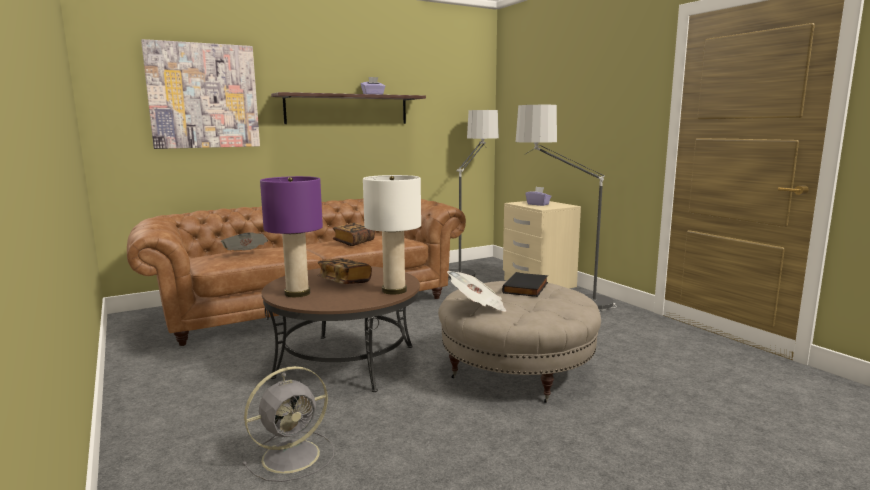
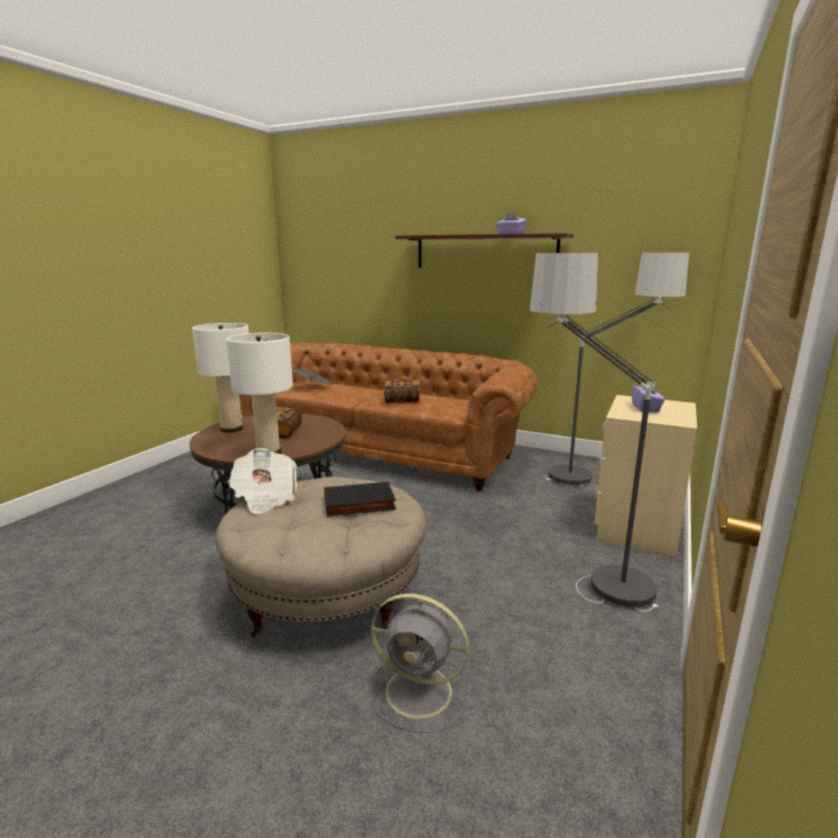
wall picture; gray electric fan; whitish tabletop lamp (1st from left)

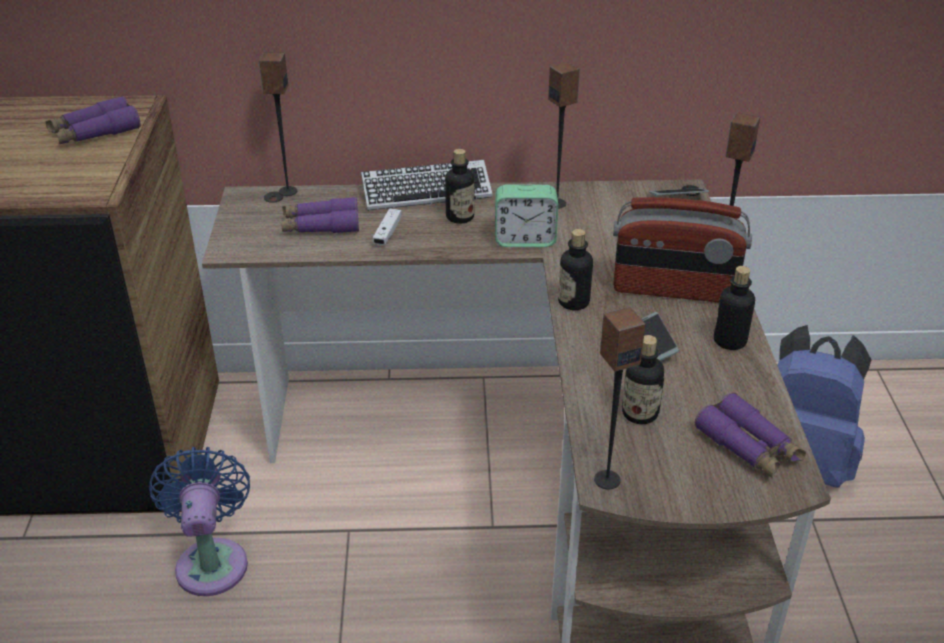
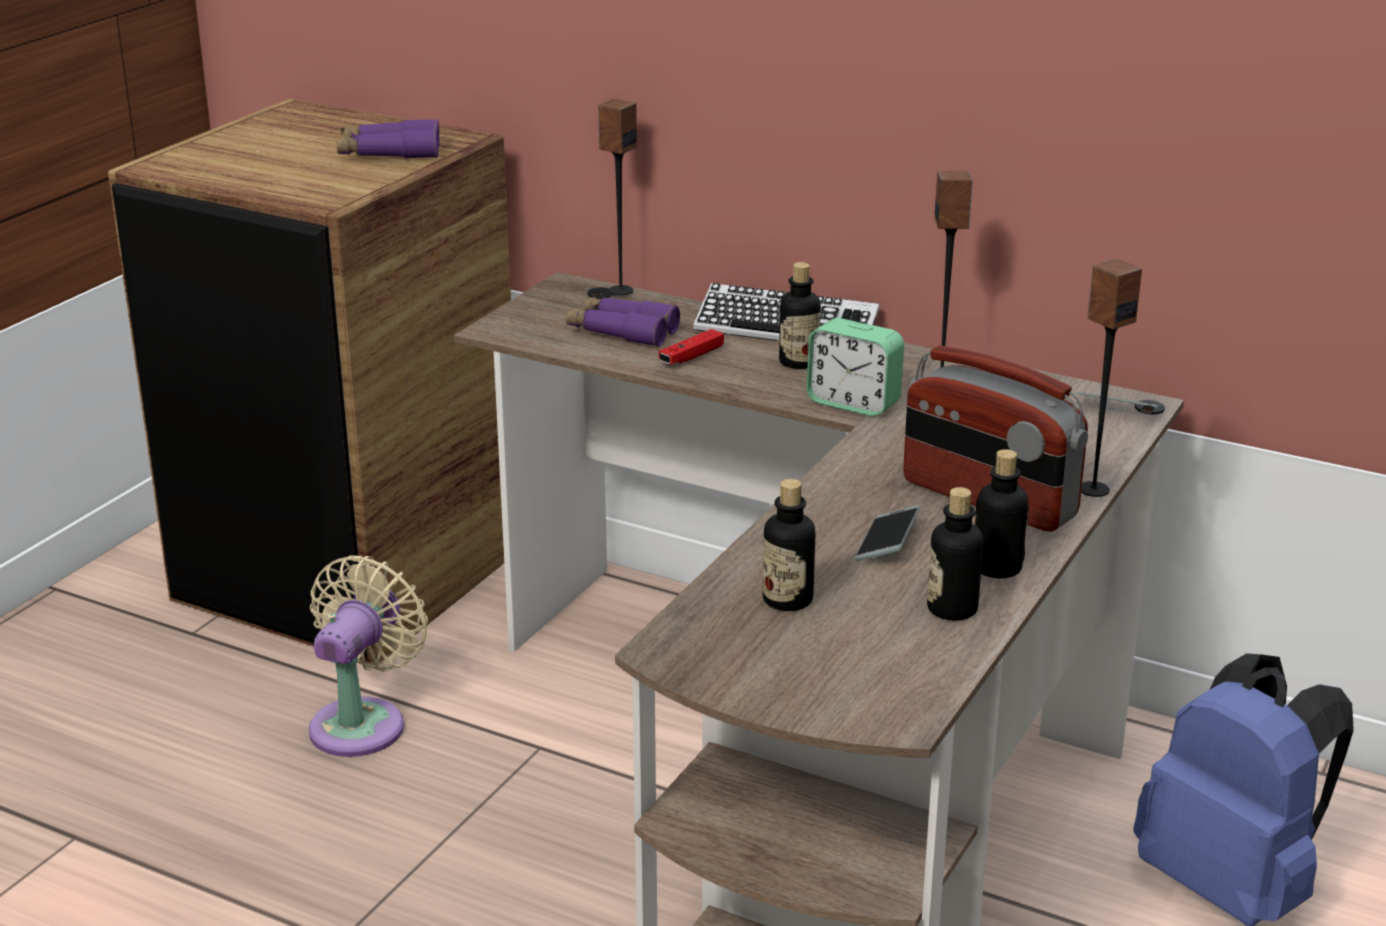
beige electric fan; red-coloured gamepad; bottle (3rd from left); loudspeaker (3rd from left in the first image); purple binoculars (3rd from left in the first image)

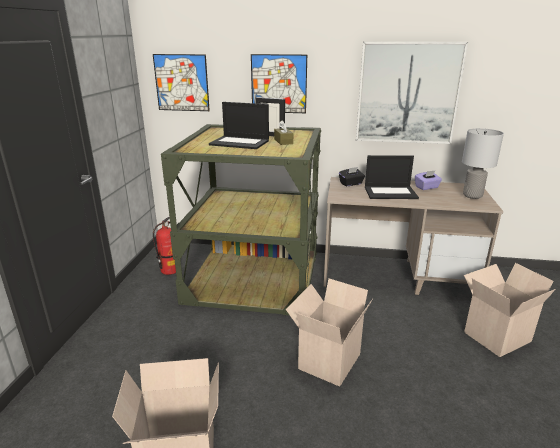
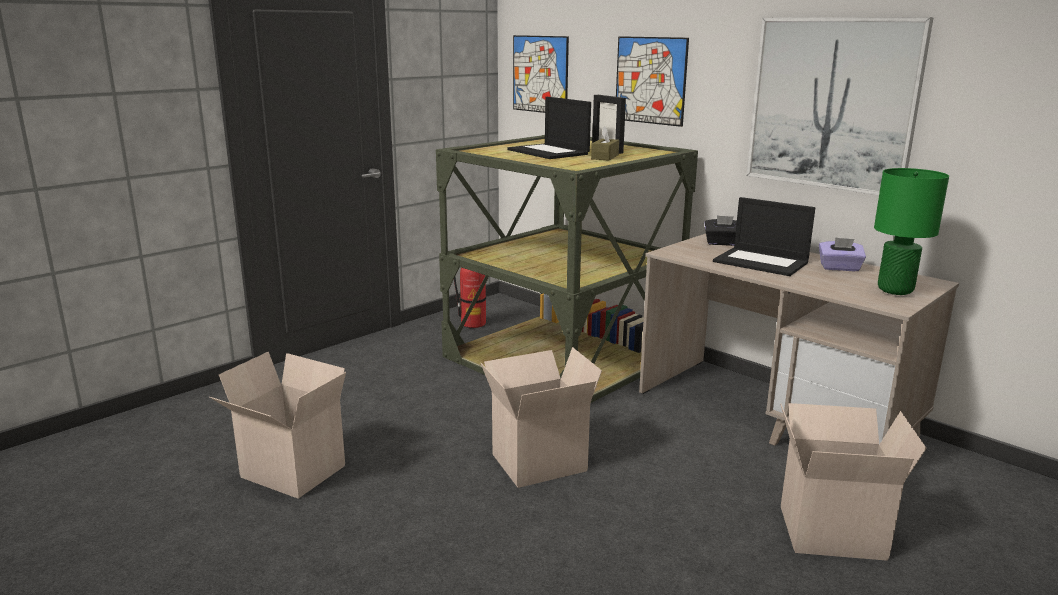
greenish tabletop lamp

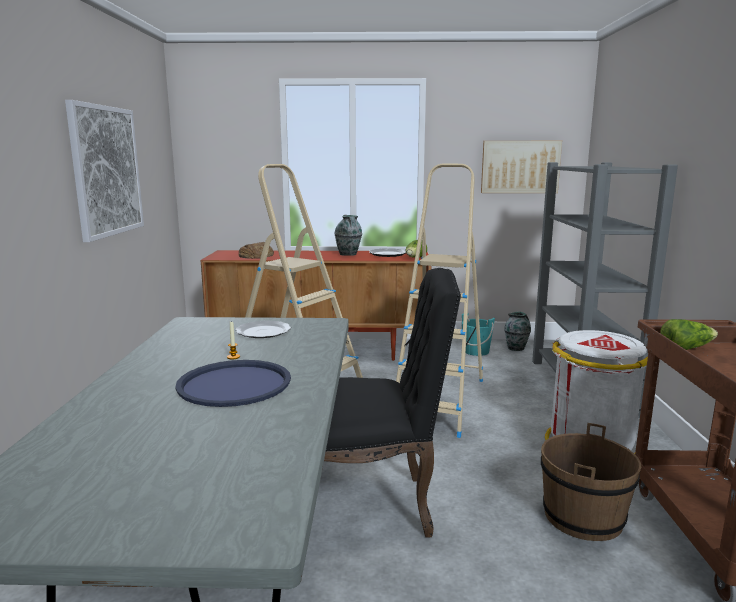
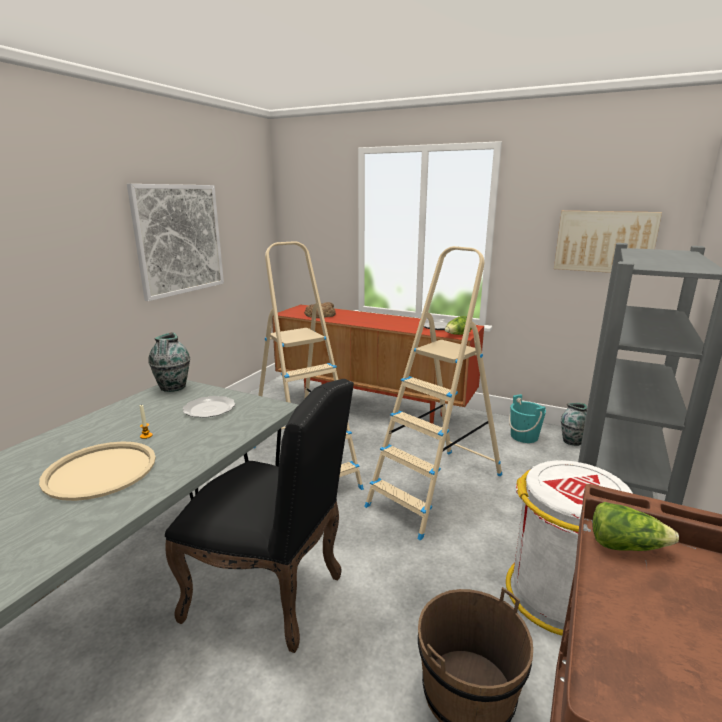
beige carrying tray; vase (1st from left)

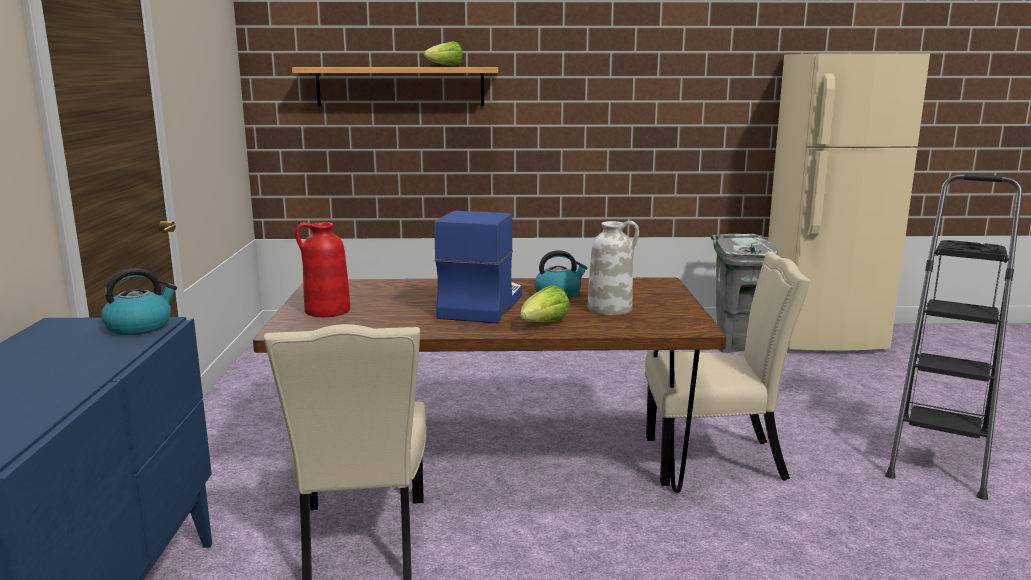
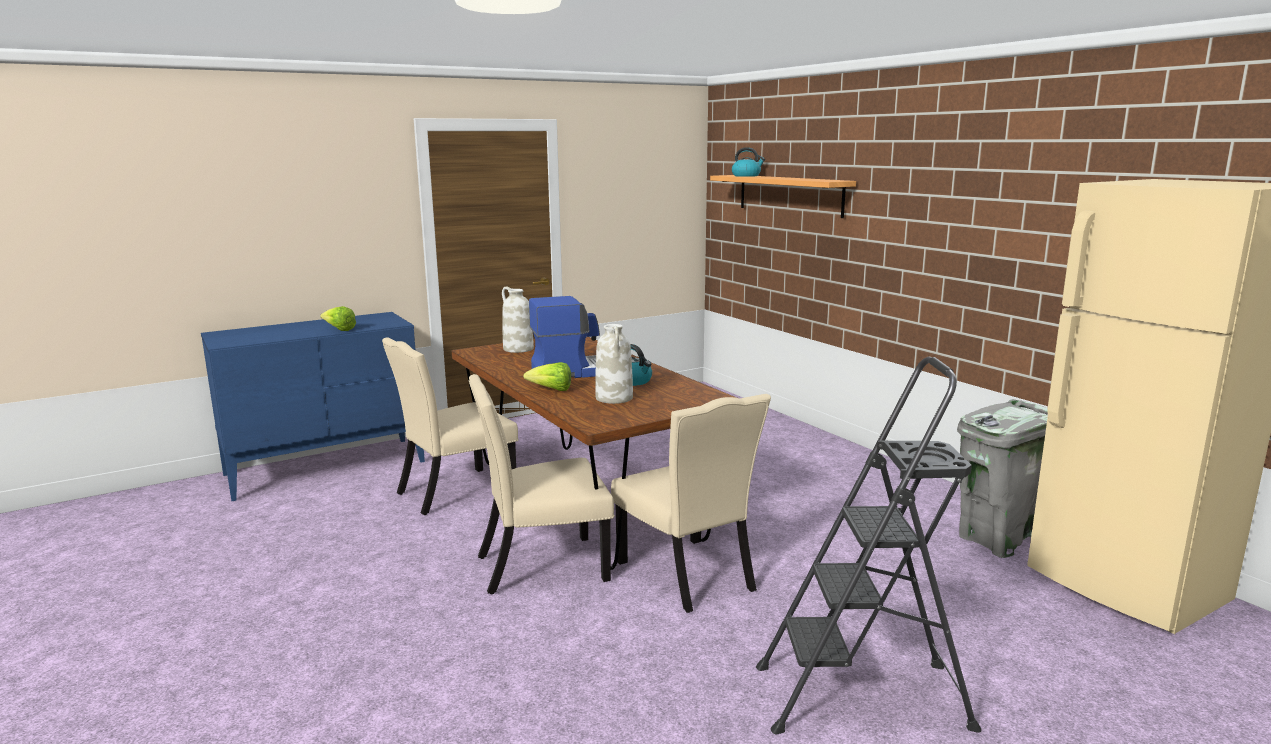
water kettle (2nd from left); whitish vase (1st from left); lettuce head (1st from left); beige plain chair (2nd from left)

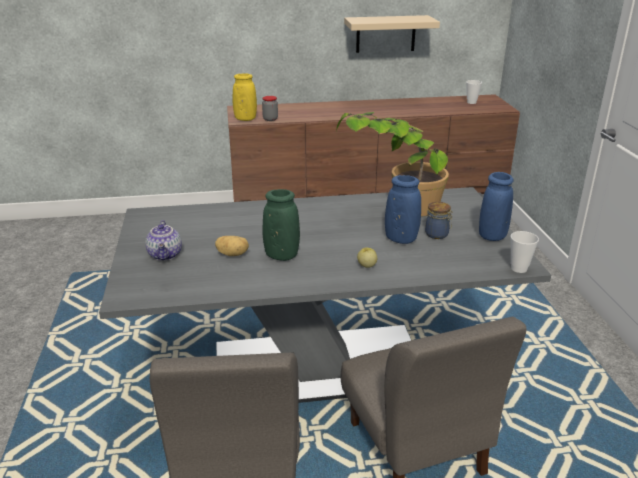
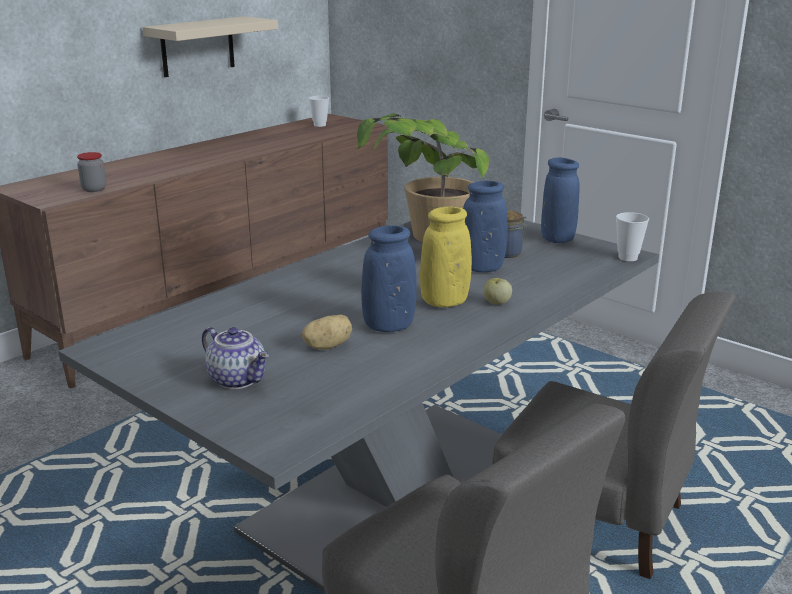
yellow-coloured vase; blue-coloured vase (1st from left)

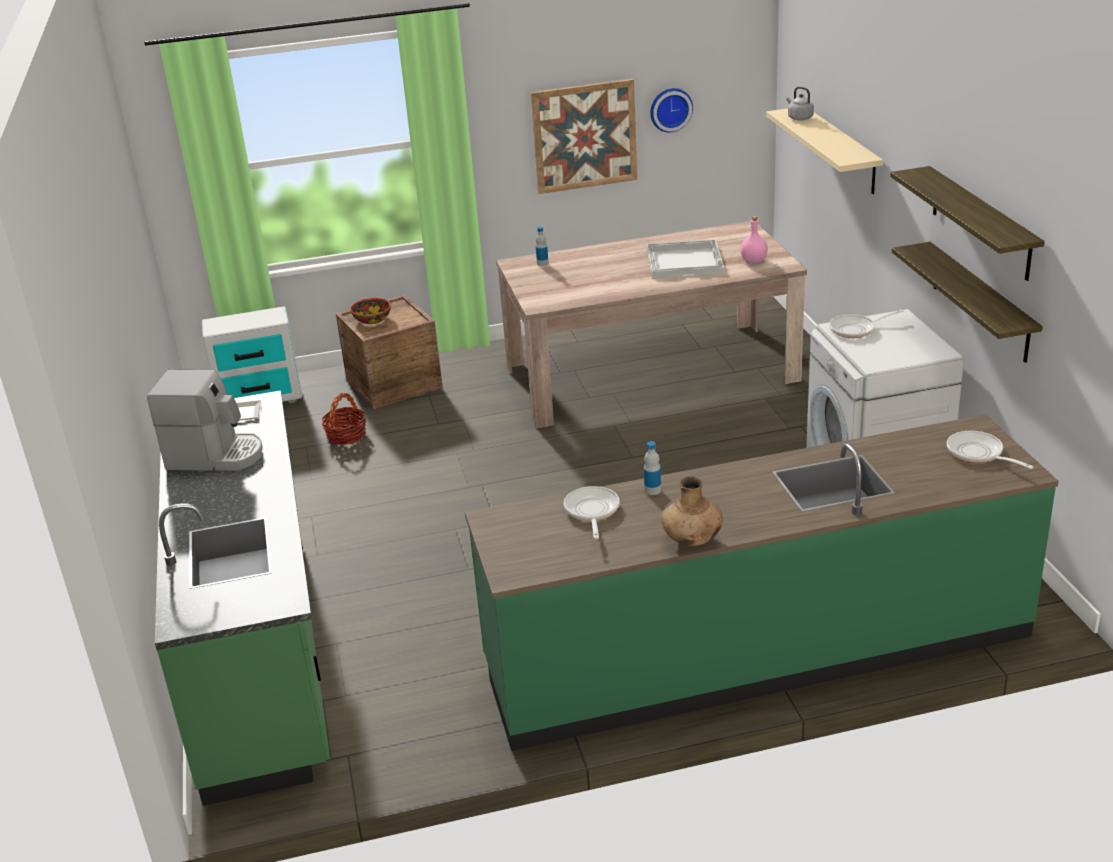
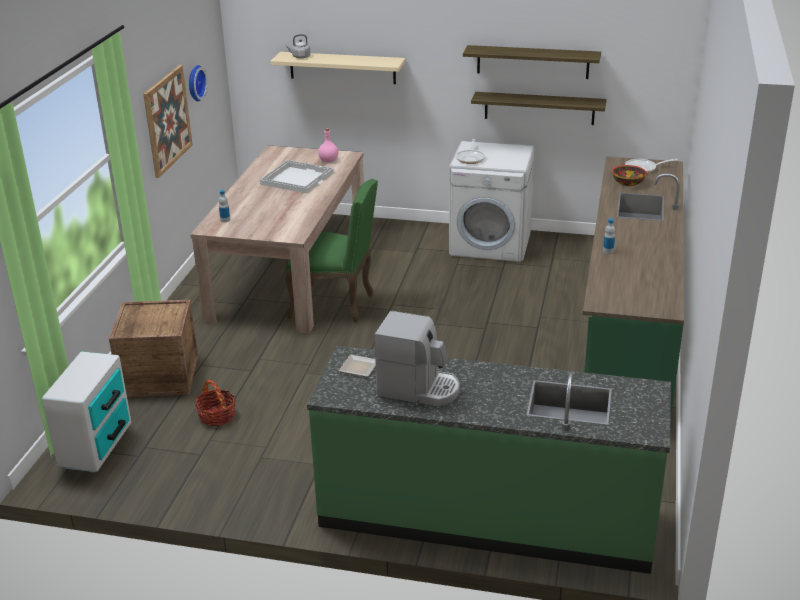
coffee brewer; serving bowl; frying pan (1st from left in the first image); brown-coloured vase; greenish plain chair

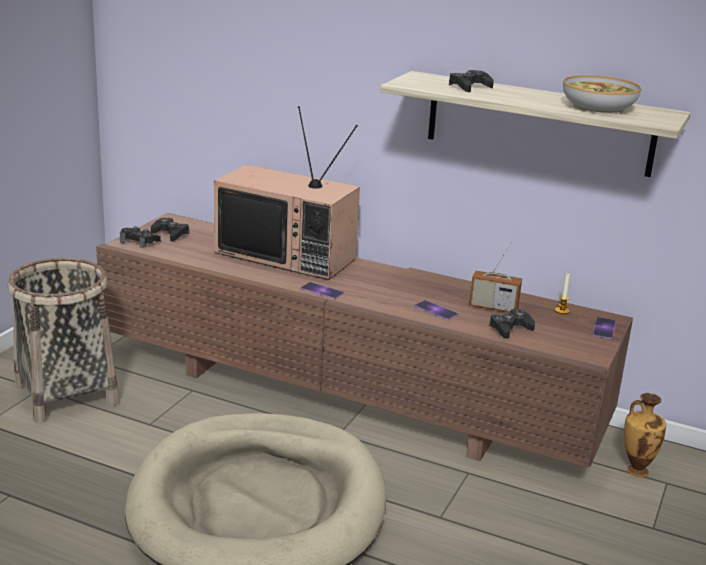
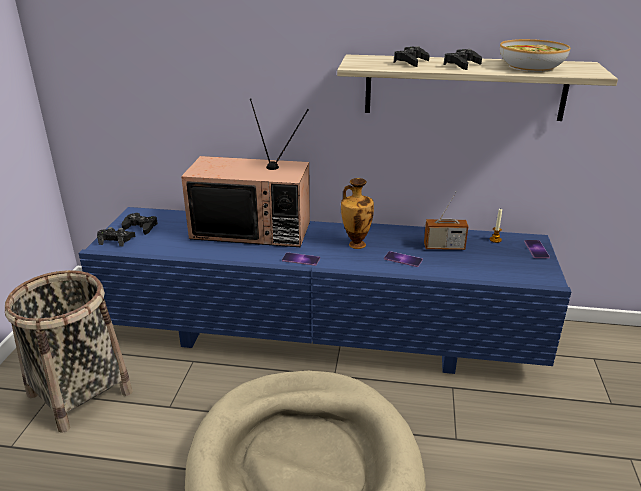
blue-coloured media console; black gamepad (4th from left); vase

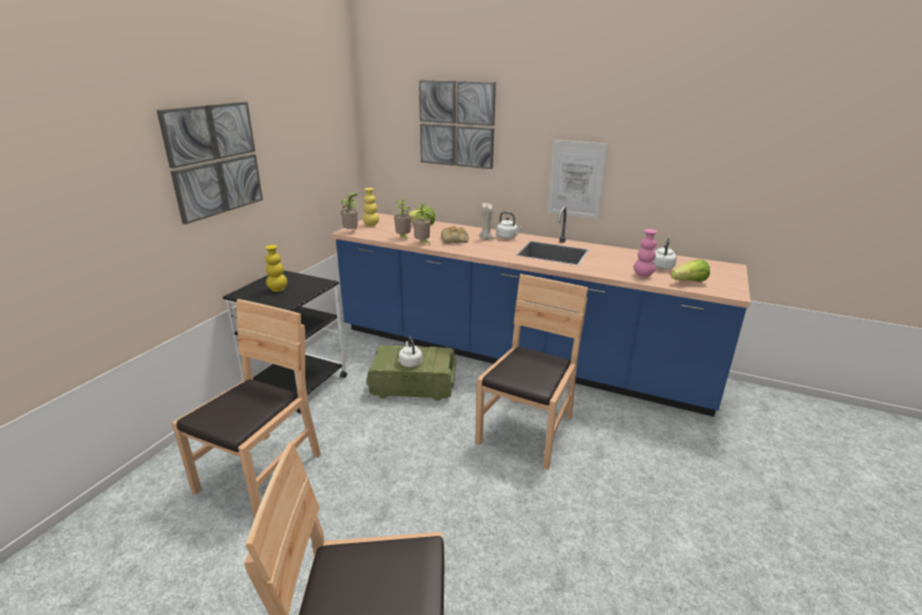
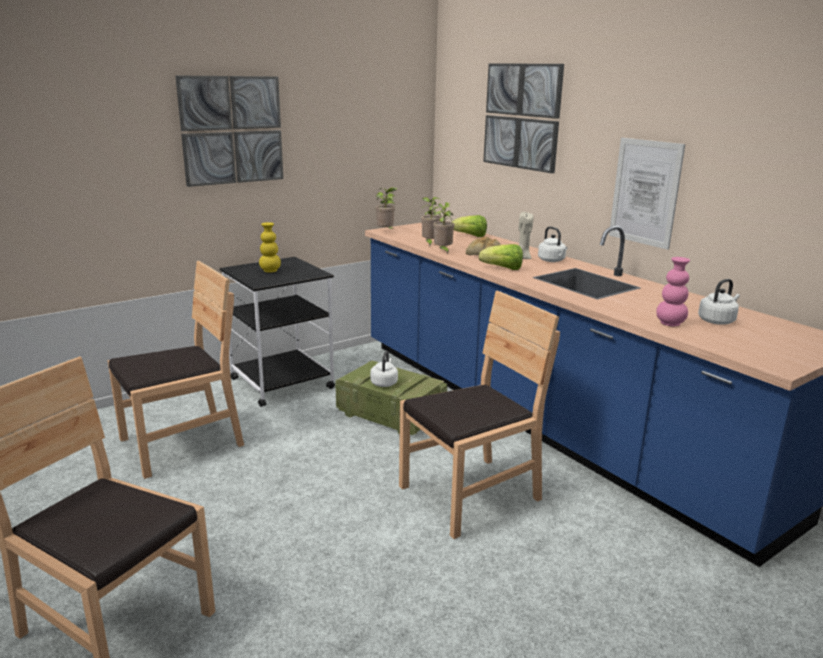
yellow-coloured vase (2nd from left in the first image); lettuce head (2nd from left)

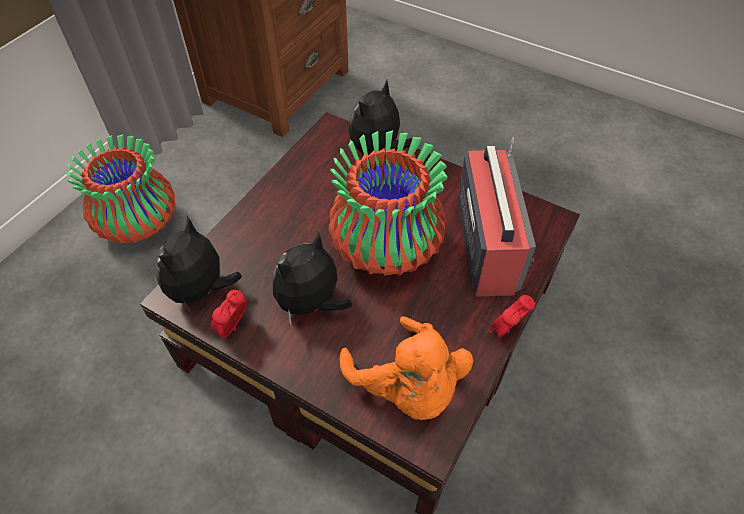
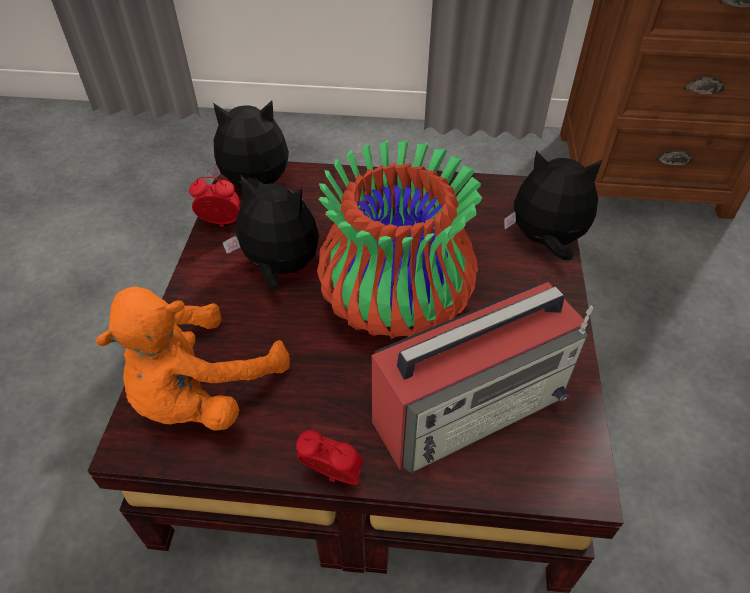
vase (1st from left in the first image)

